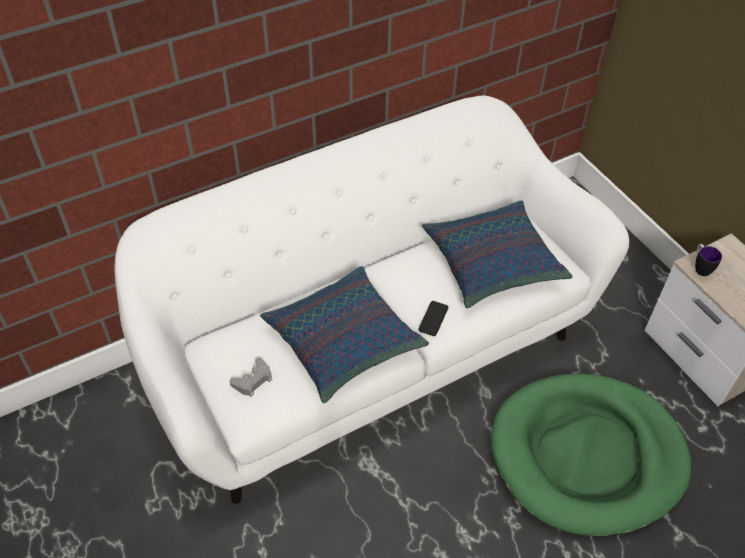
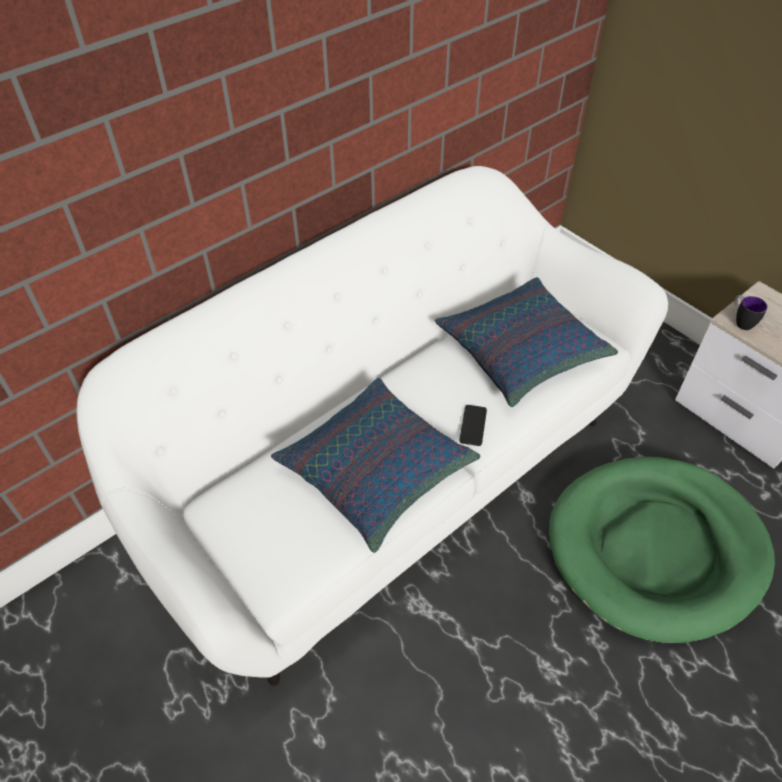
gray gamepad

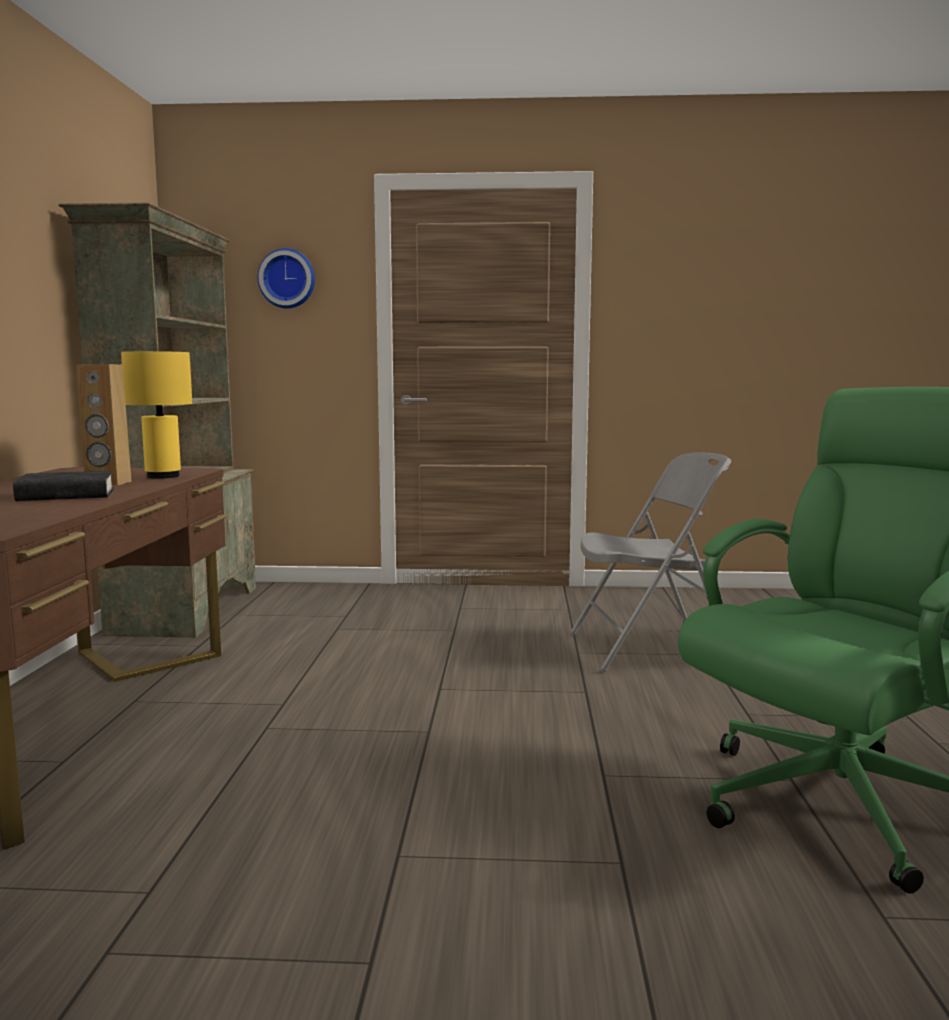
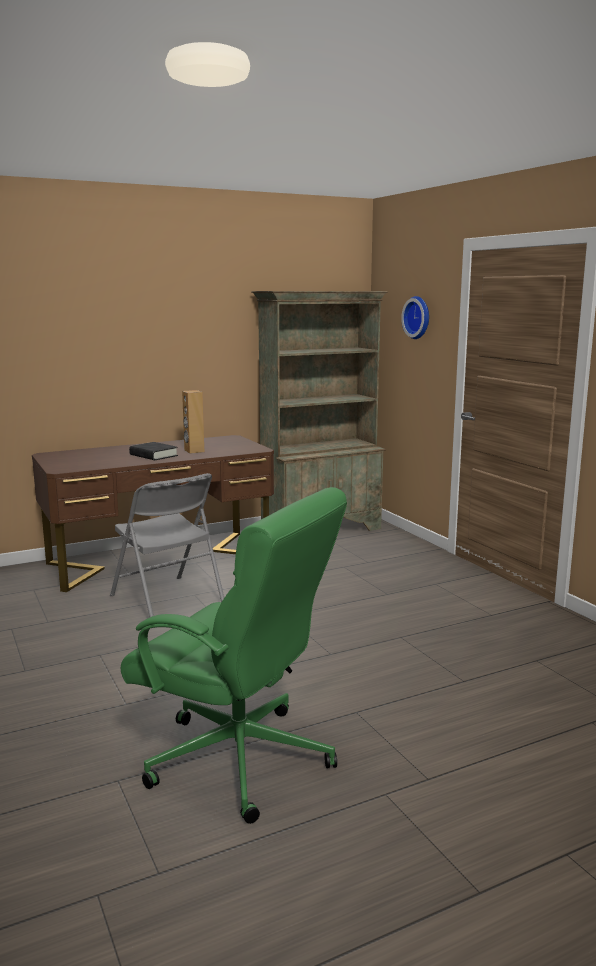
yellow-coloured tabletop lamp; gray plain chair

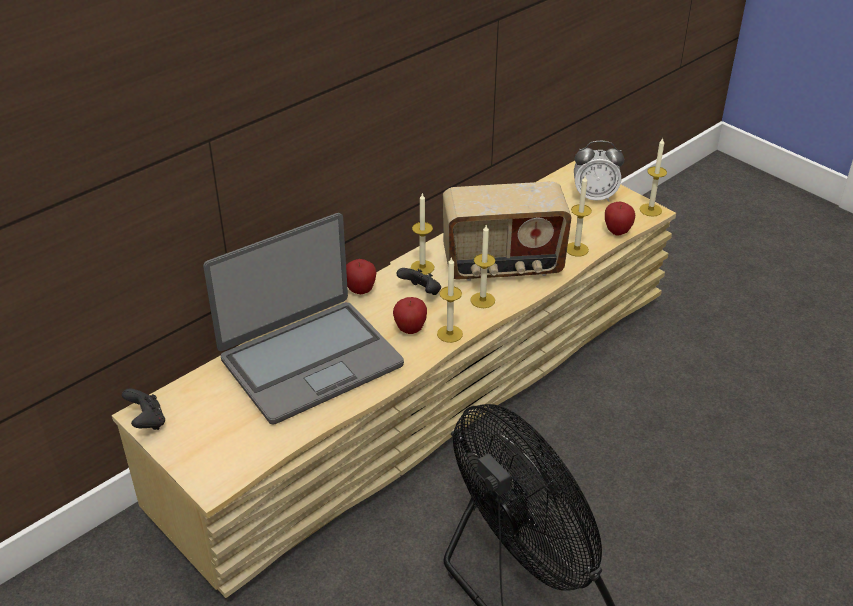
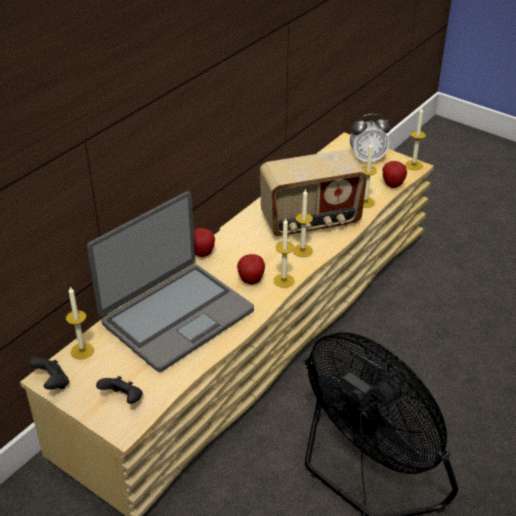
black gamepad (2nd from left); candle (1st from left)

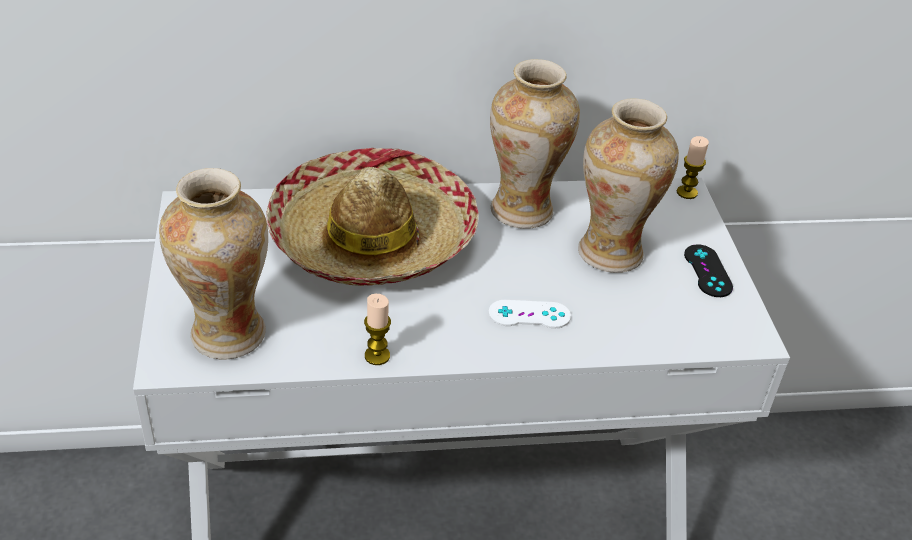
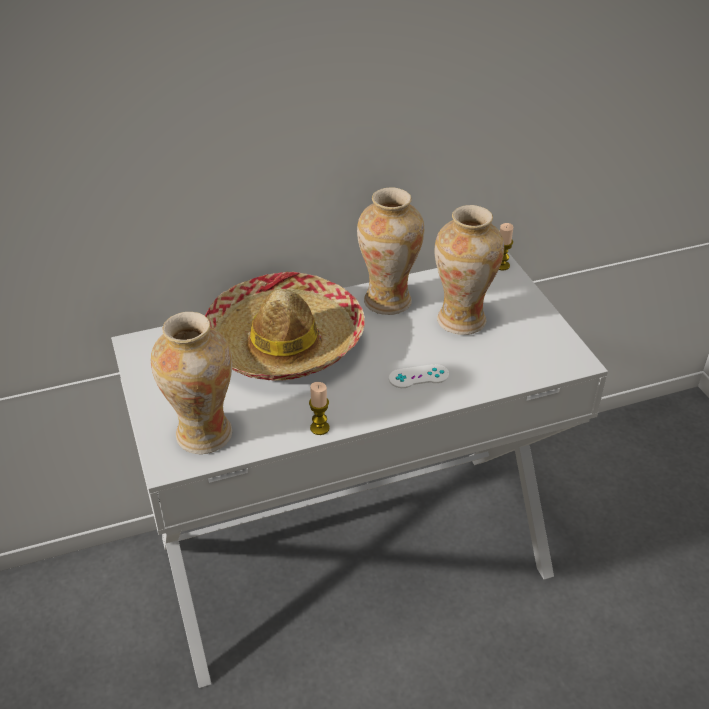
black gamepad

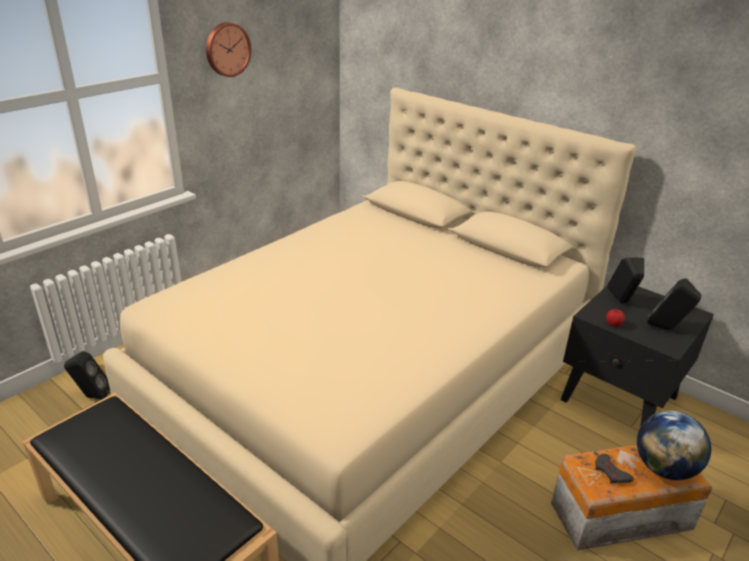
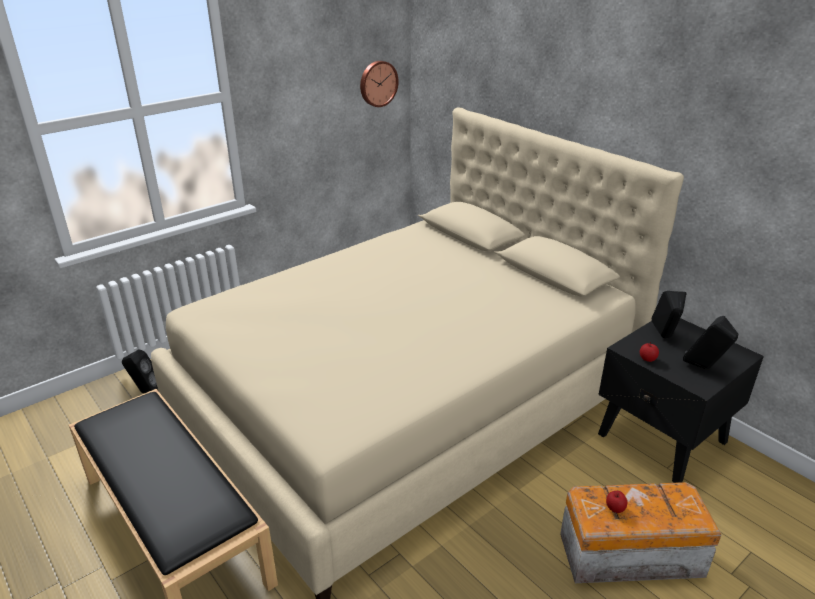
clock on the wall; apple (1st from left); world globe

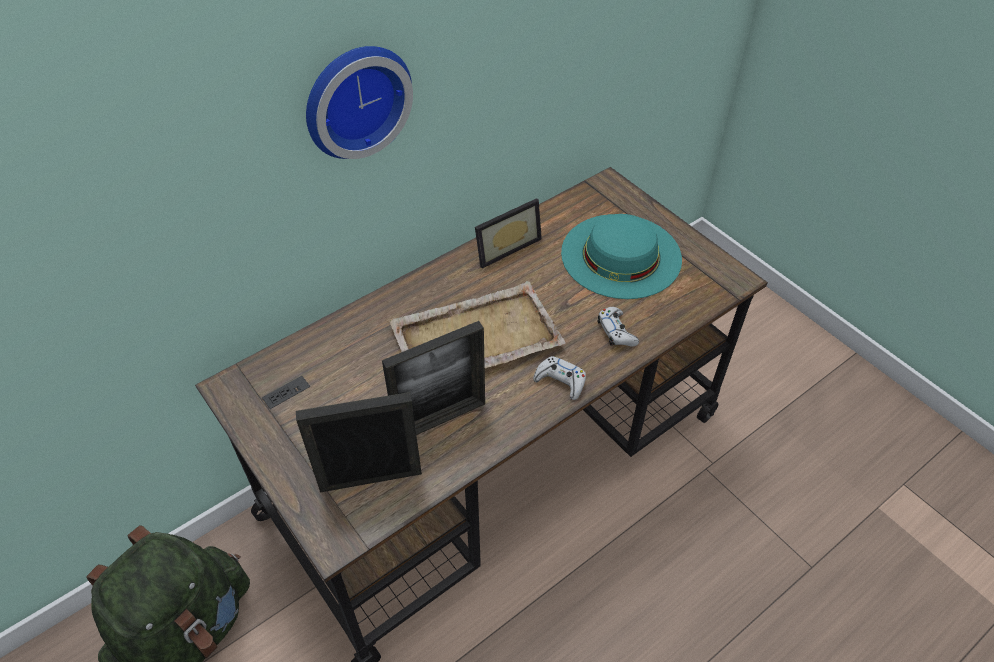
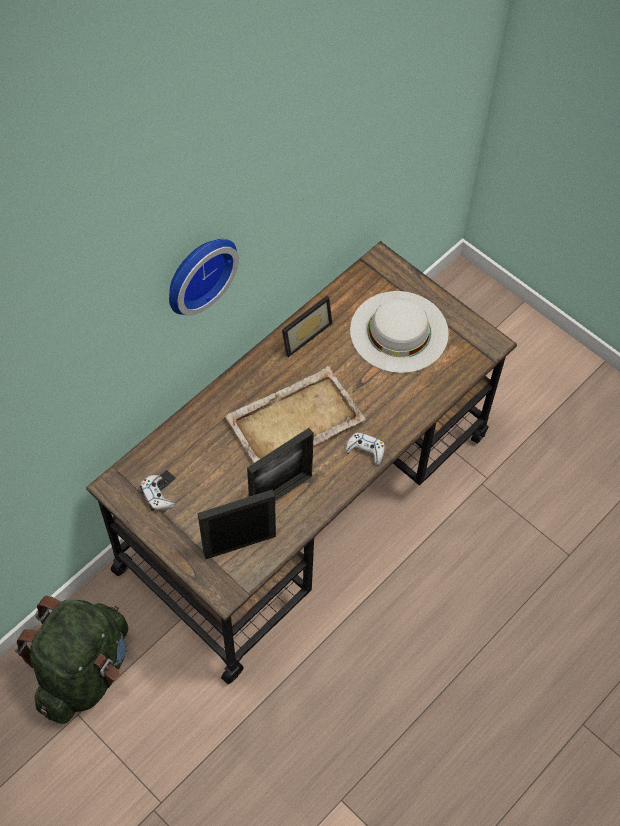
whitish hat; whitish gamepad (1st from left)

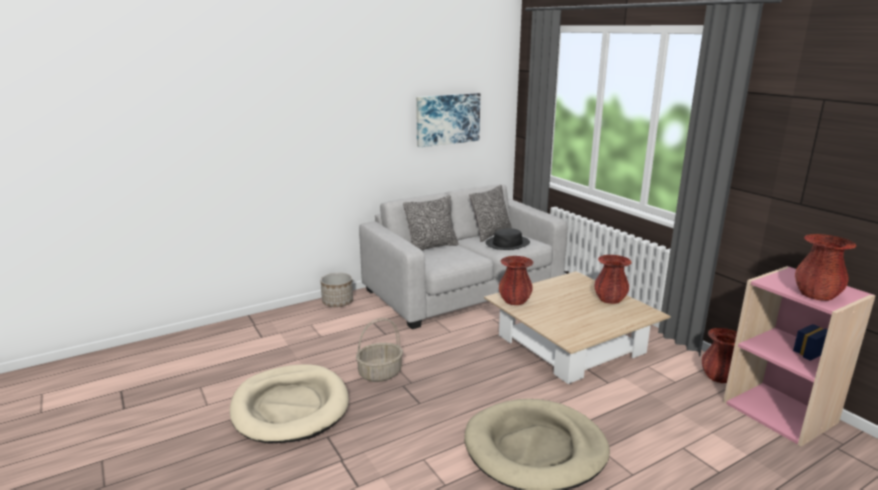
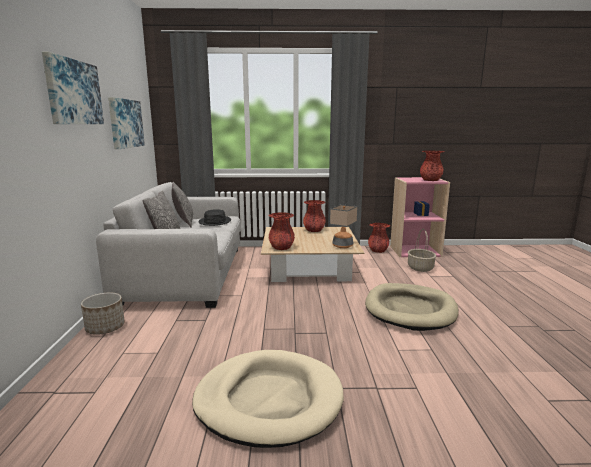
basket; wall picture (1st from left); tabletop lamp

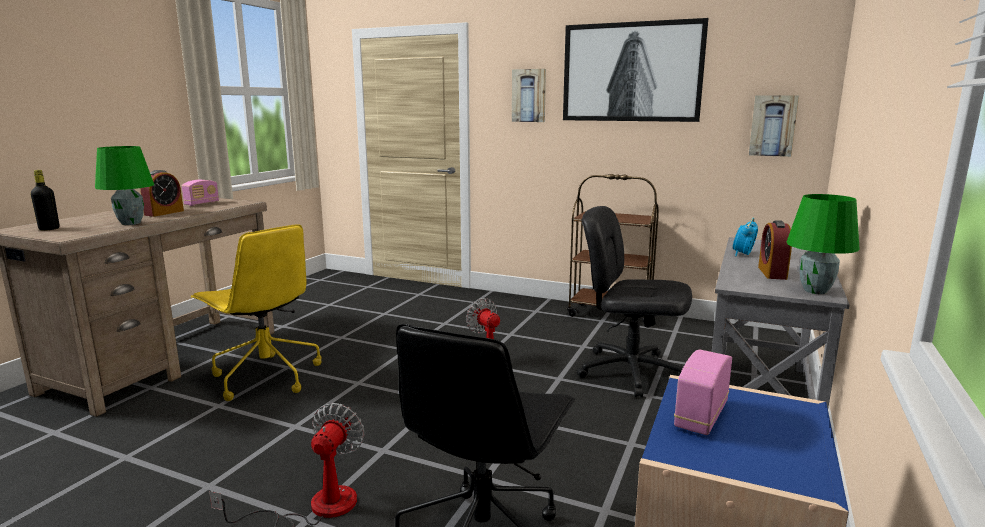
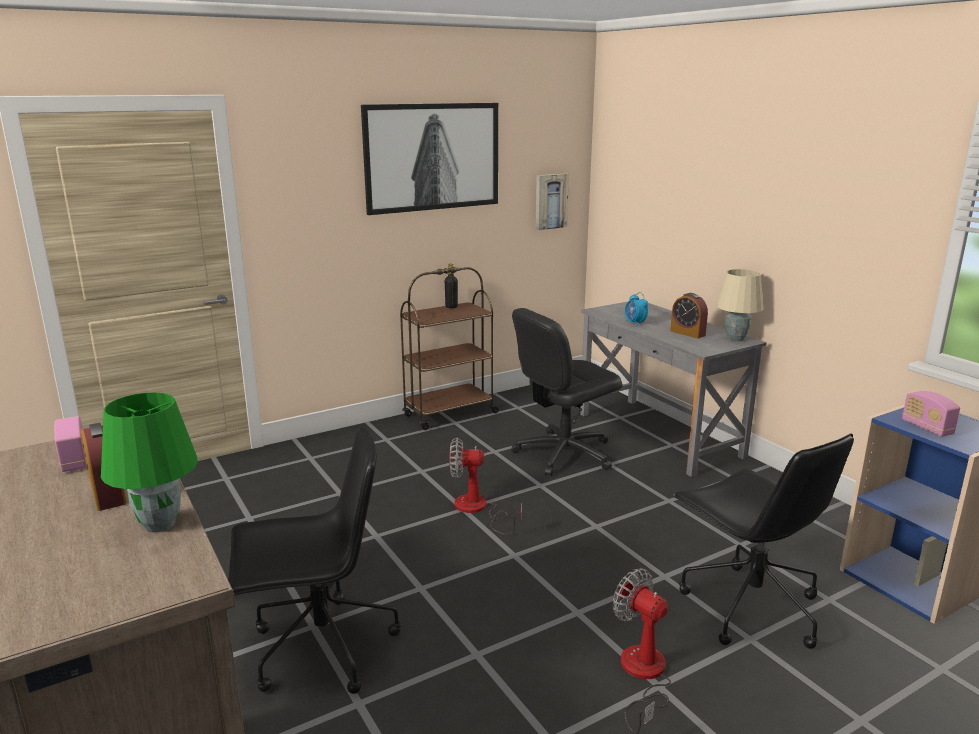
black bottle; black desk chair (1st from left); wall picture (1st from left in the first image); beige tabletop lamp

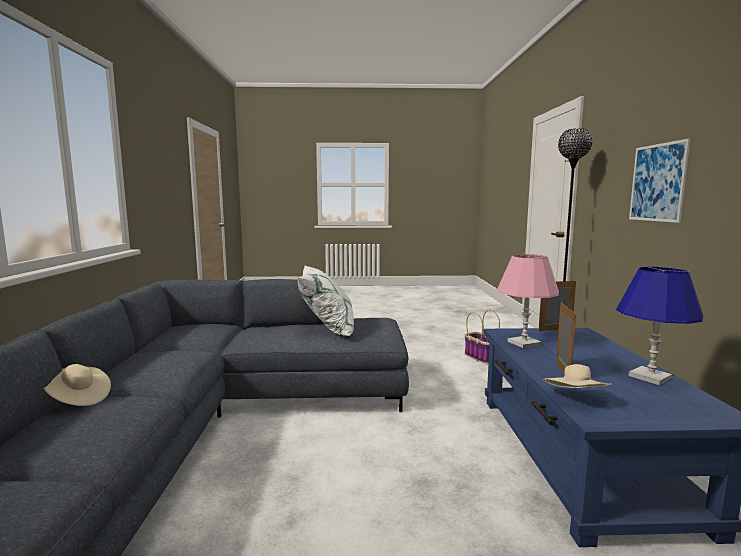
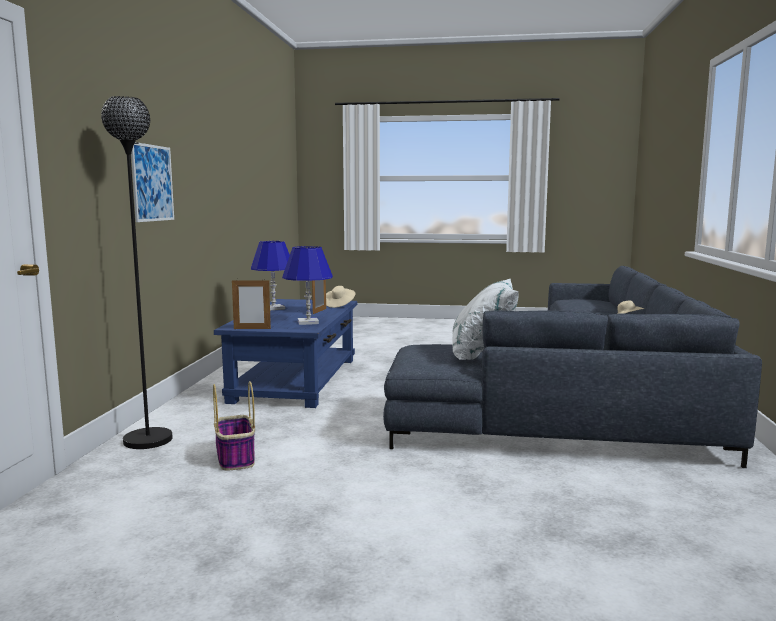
blue-coloured tabletop lamp (2nd from left)

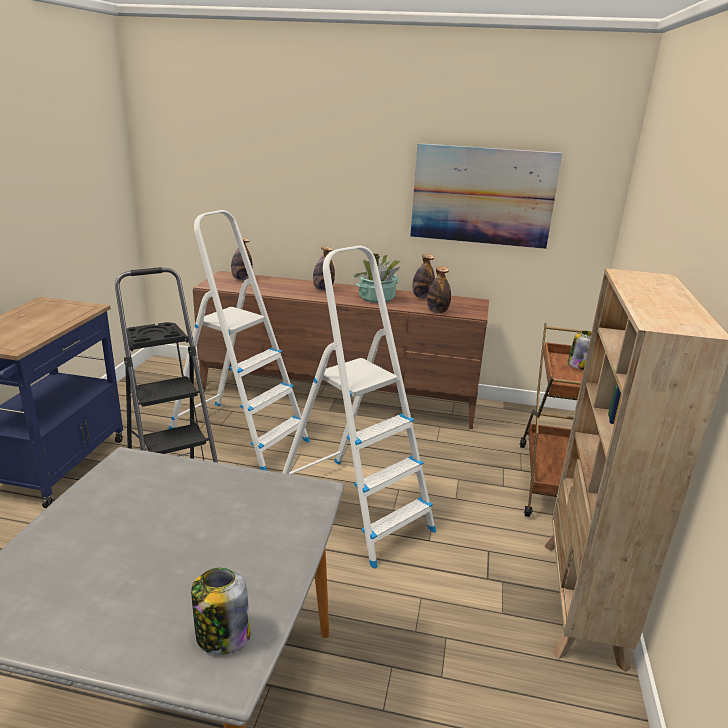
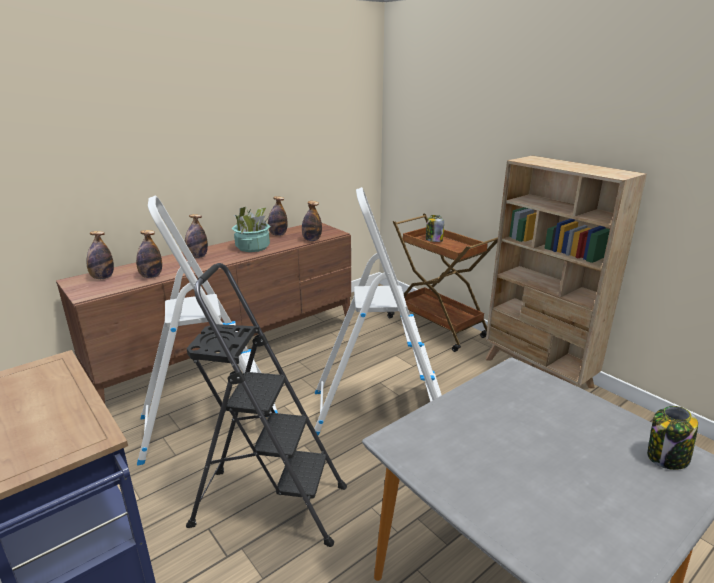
wall picture; bottle (2nd from left)

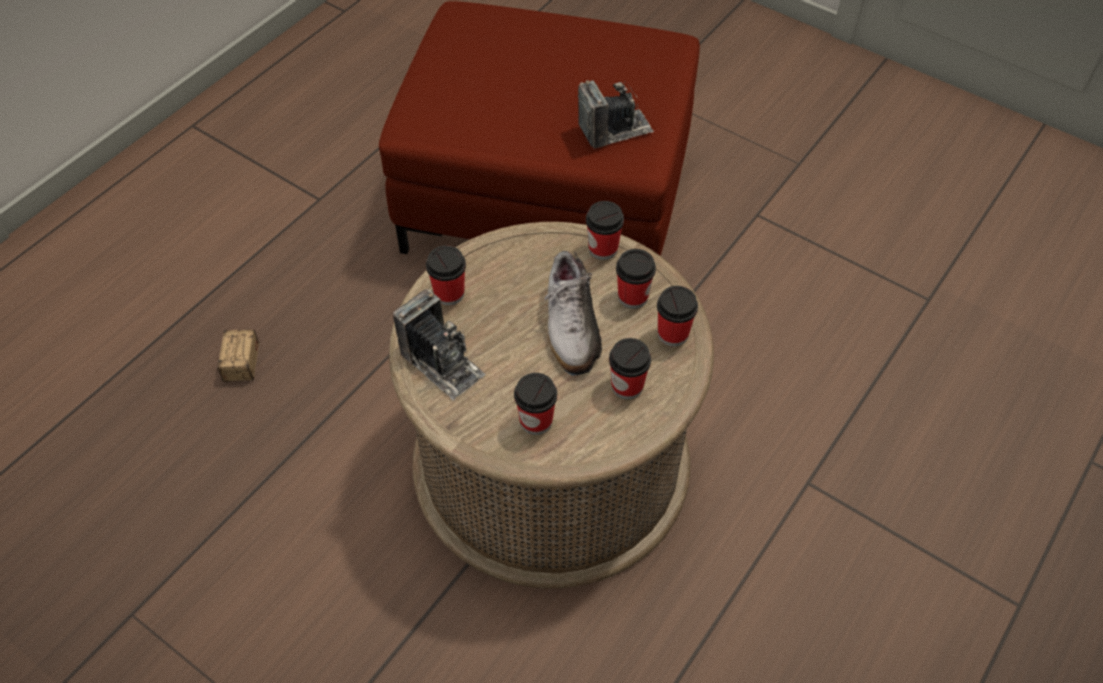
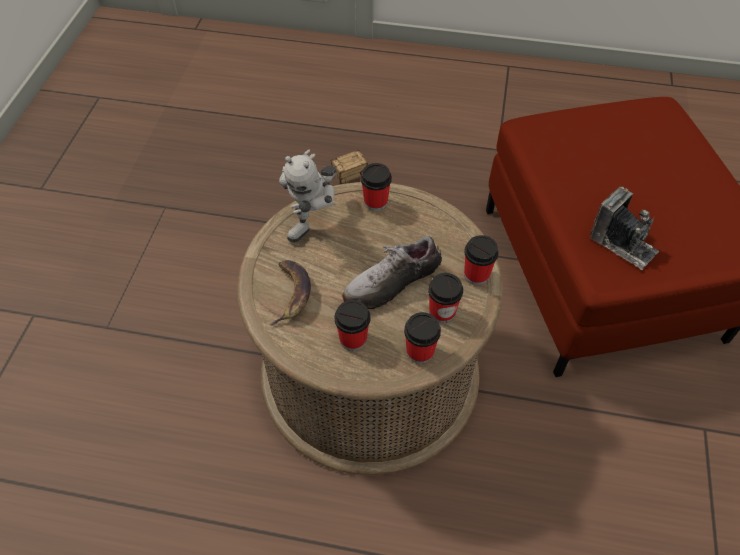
model robot; whole banana

